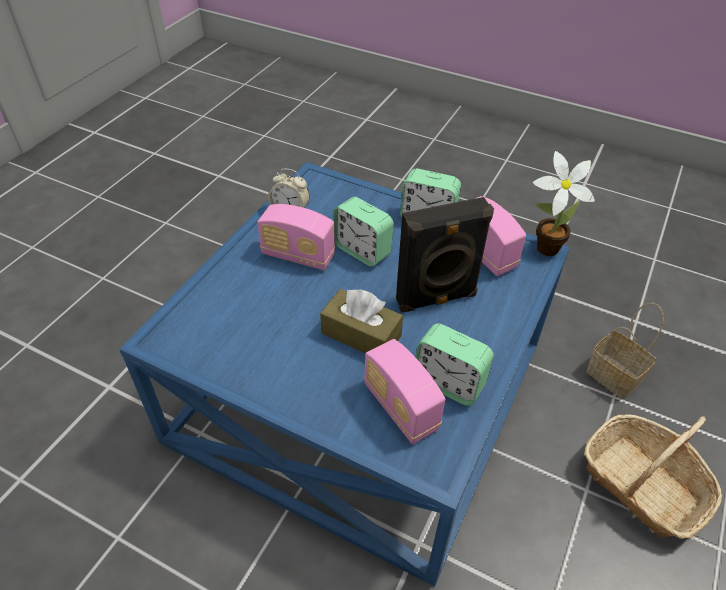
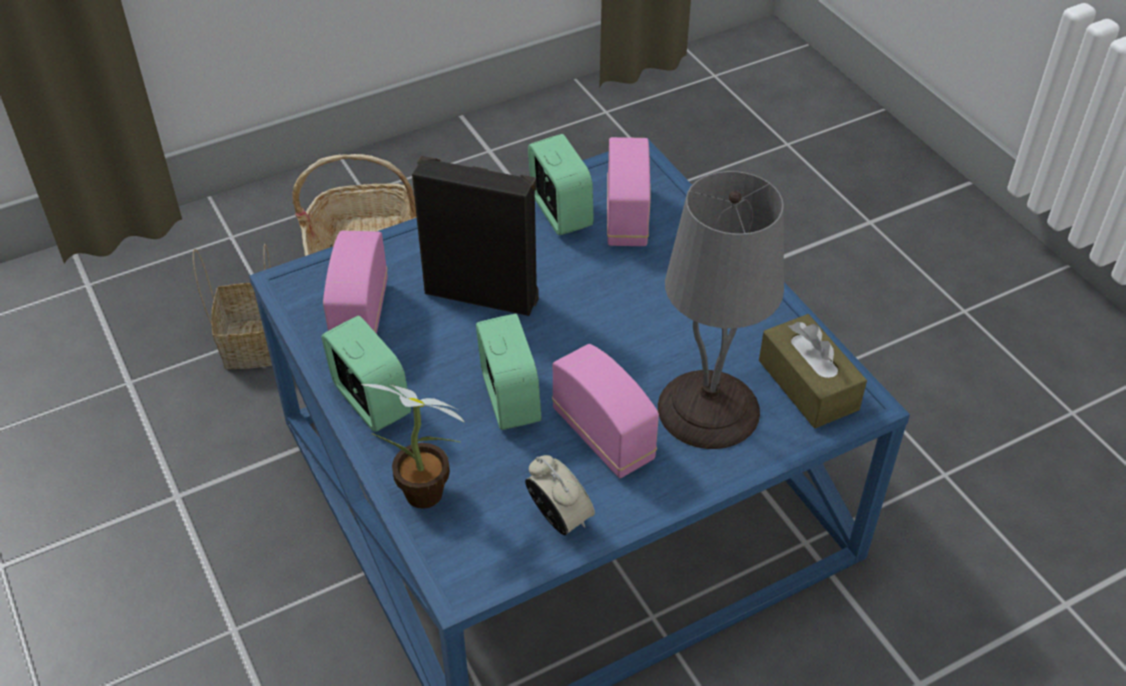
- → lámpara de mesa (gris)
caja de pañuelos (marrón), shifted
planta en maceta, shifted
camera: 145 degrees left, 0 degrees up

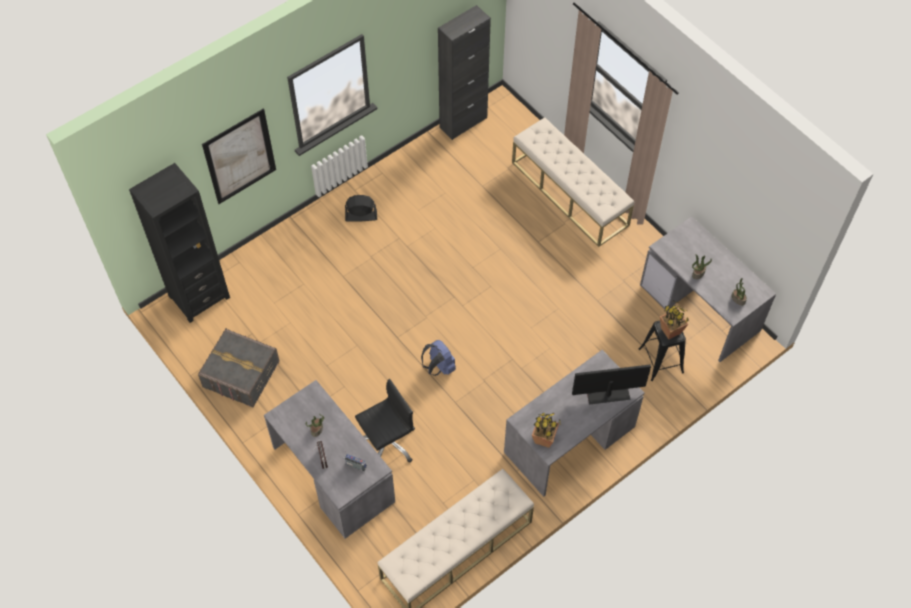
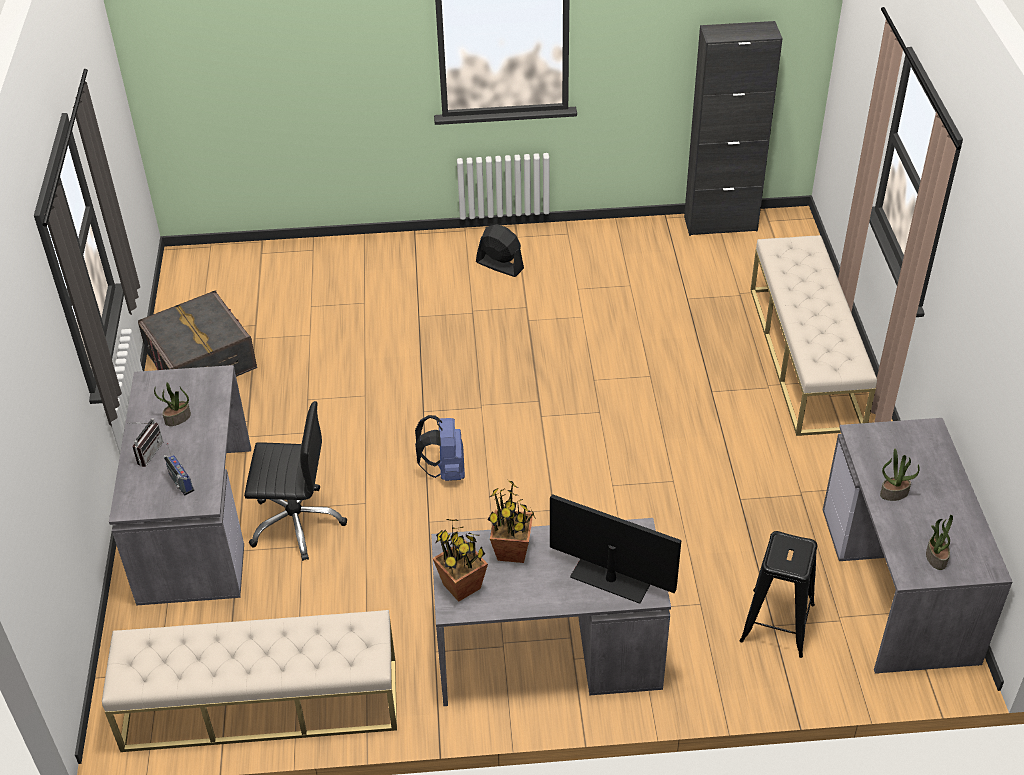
estantería (negro) → -
cuadro → -
planta en maceta (no. 3 from left), shifted
camera: 35 degrees right, 15 degrees down

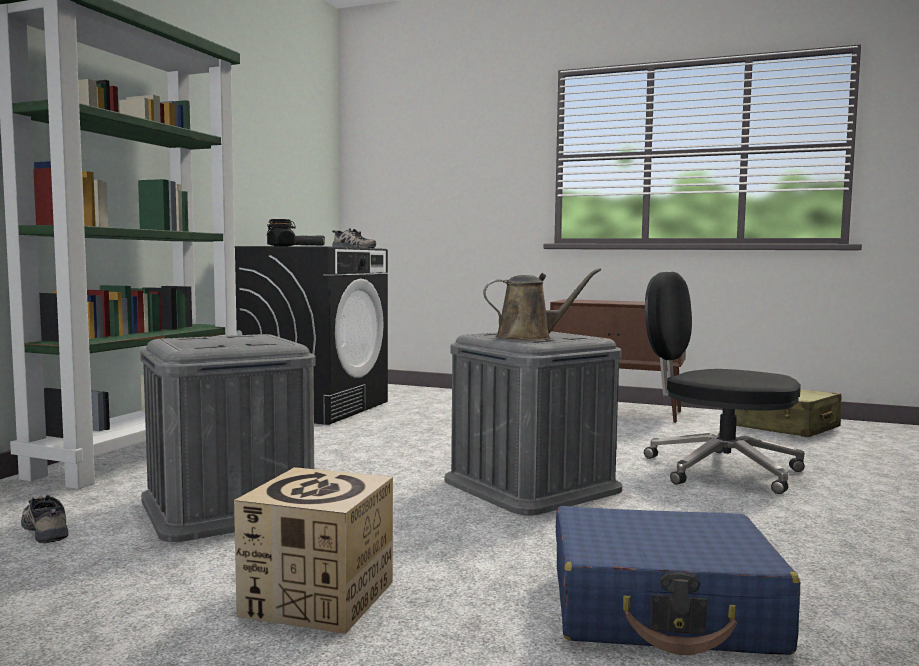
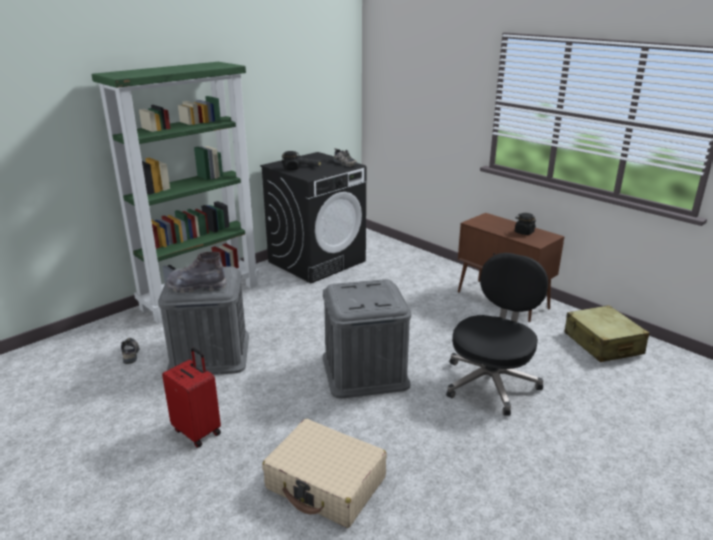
regadera (marrón) → -
- → bota (gris)
- → tarro (negro) (no. 2 from left)
caja de cartón → maleta (rojo)
maleta (azul) → maleta (beis) (no. 1 from left)
silla de oficina (negro), 60 degrees clockwise
camera: 25 degrees right, 20 degrees up

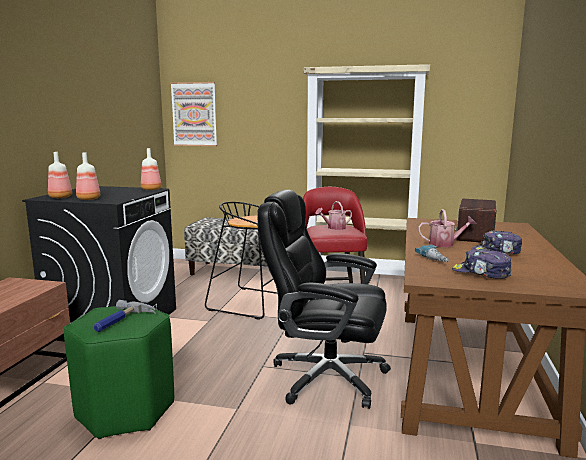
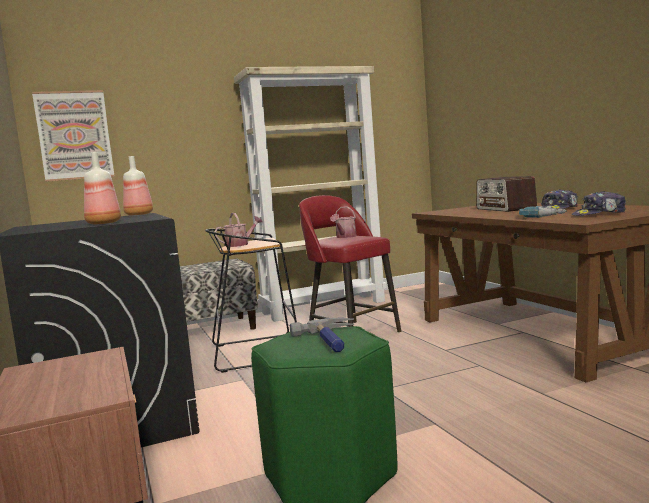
botella (no. 1 from left) → -
silla de oficina (negro) → -
regadera (no. 2 from left in the first image) → regadera (no. 1 from left), shifted
camera: 35 degrees left, 5 degrees down

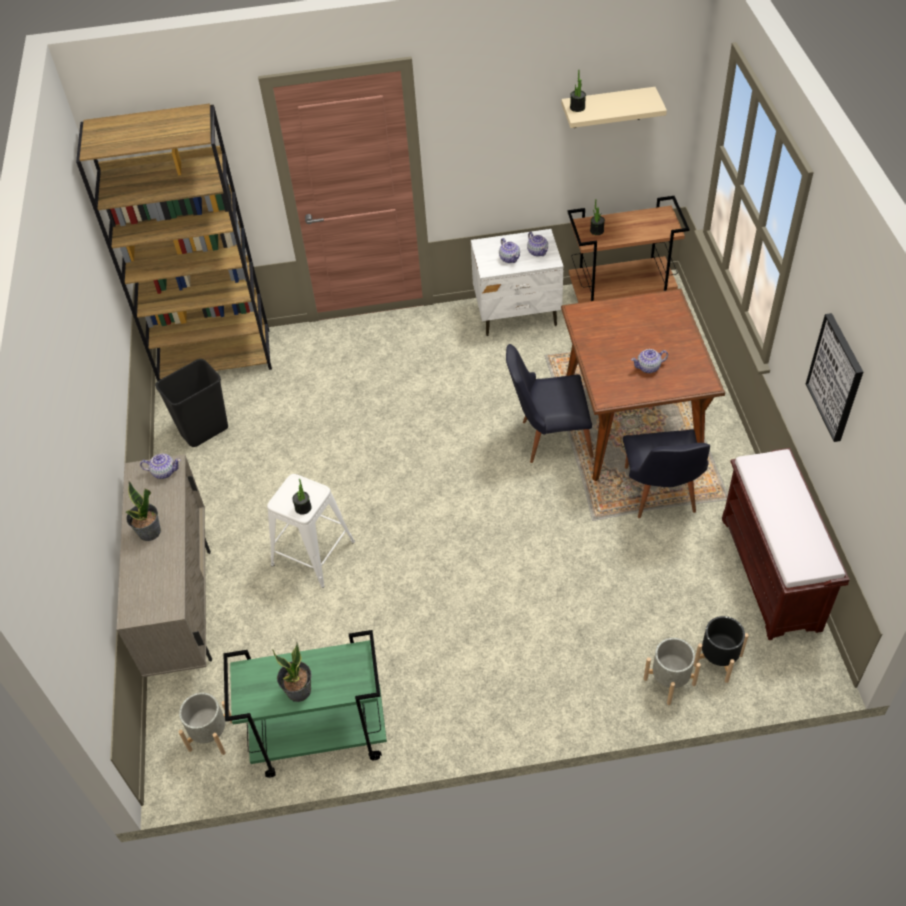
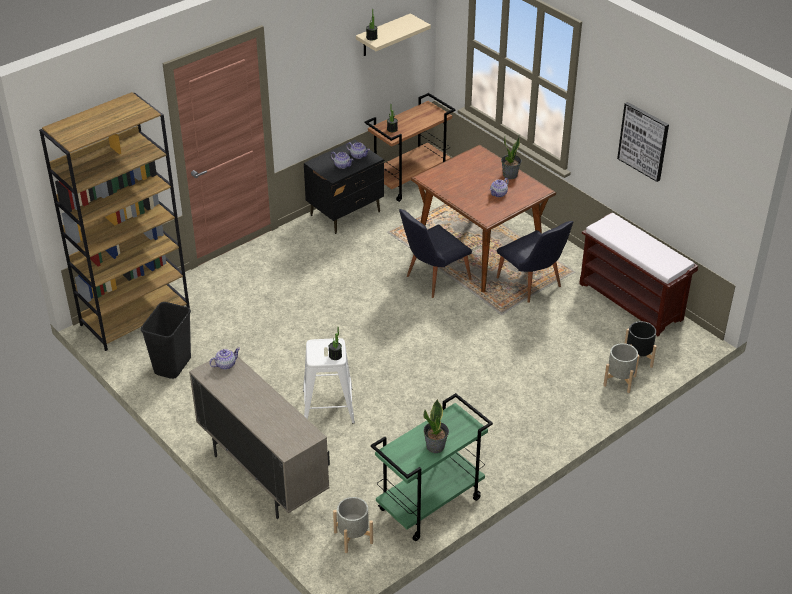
planta en maceta (no. 1 from left in the first image) → planta en maceta (no. 5 from left), shifted
mesita de noche (blanco) → mesita de noche (negro)
camera: 35 degrees left, 10 degrees down

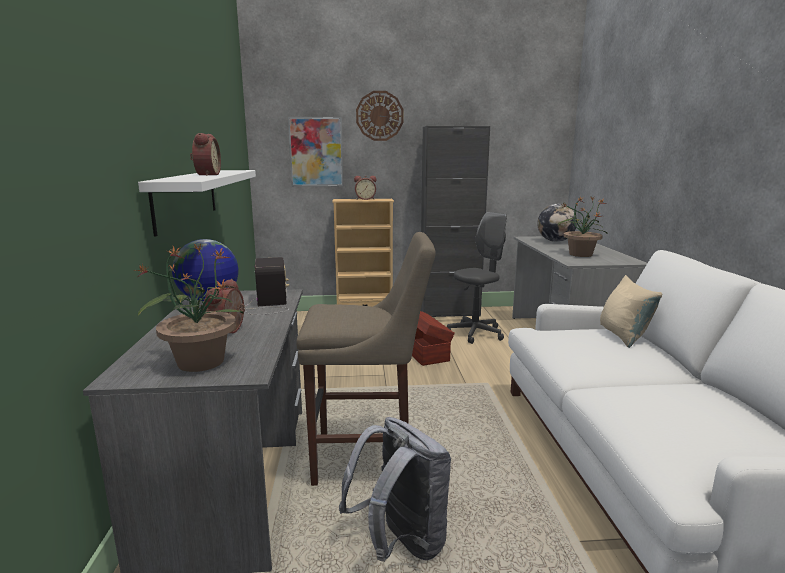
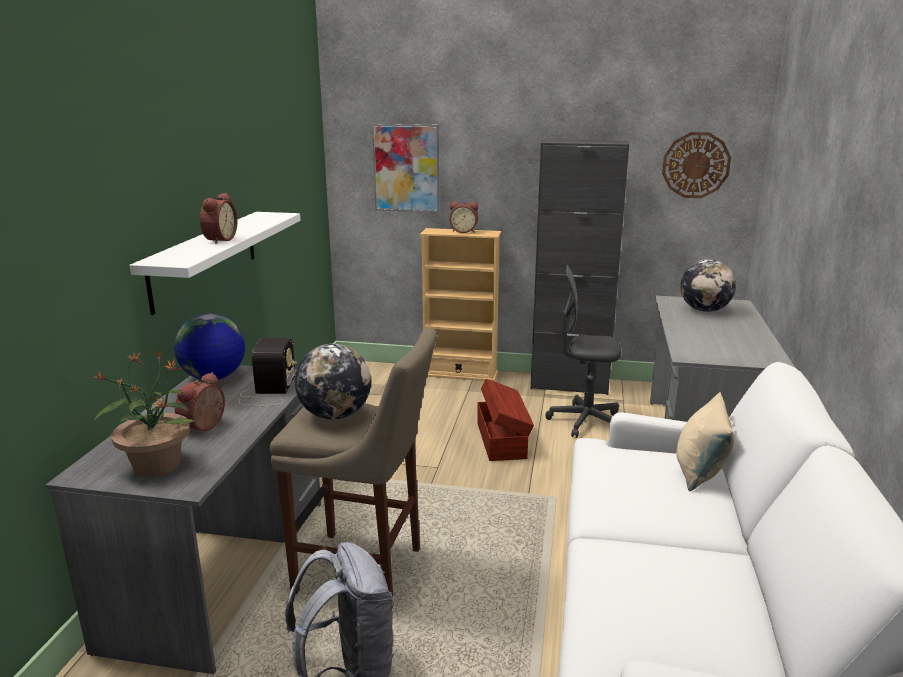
planta en maceta (no. 2 from left) → -
- → globo terráqueo (no. 2 from left)
reloj de pared, shifted
silla de oficina (gris), 150 degrees counterclockwise
camera: 15 degrees right, 5 degrees up

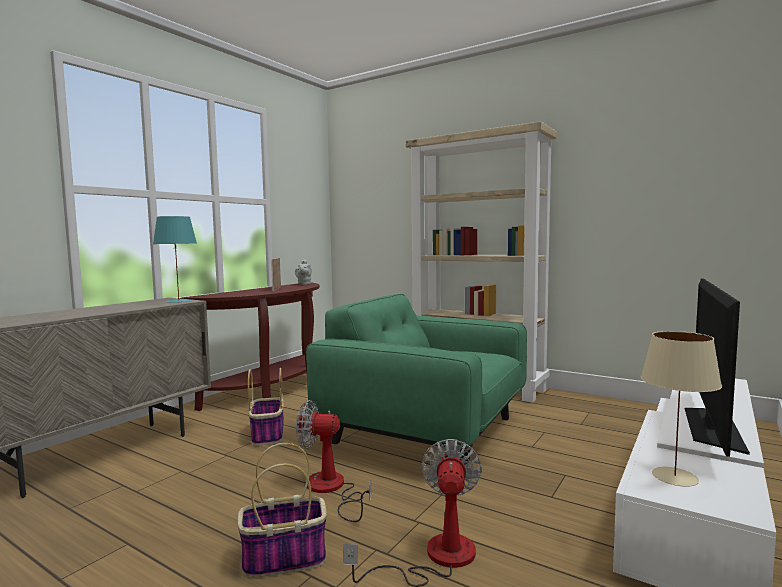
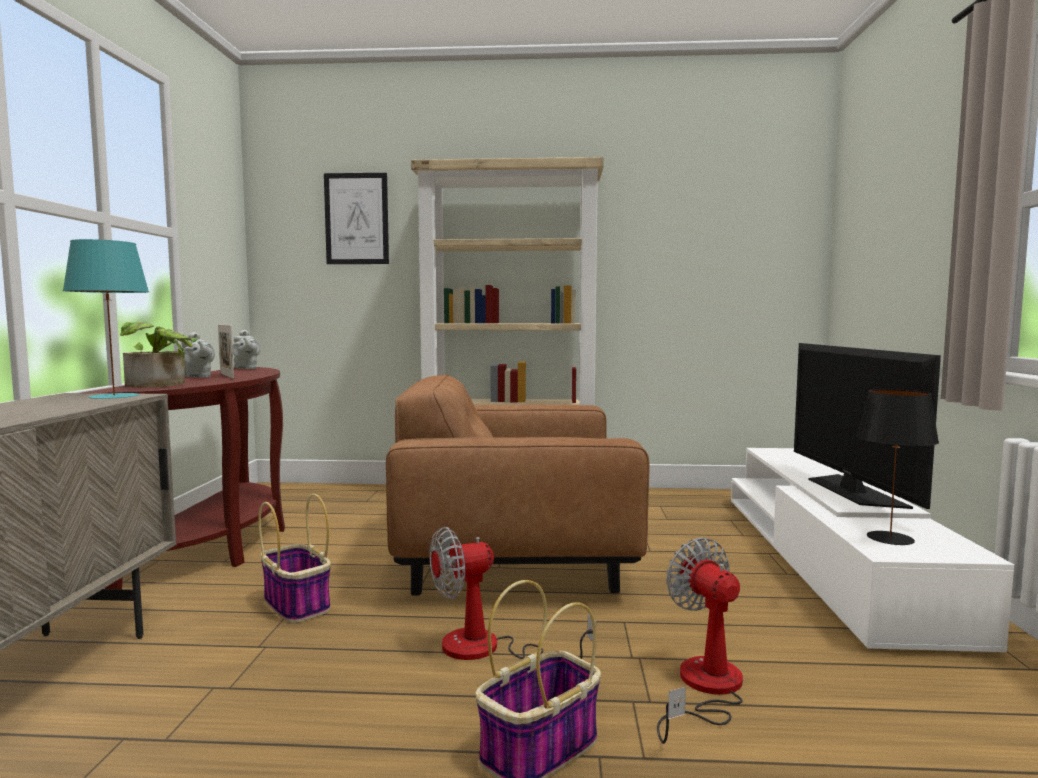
- → planta en maceta
- → tetera (gris) (no. 1 from left)
- → cuadro
sillón (verde) → sillón (marrón)
lámpara de mesa (beis) → lámpara de mesa (negro)
camera: 30 degrees left, 0 degrees up

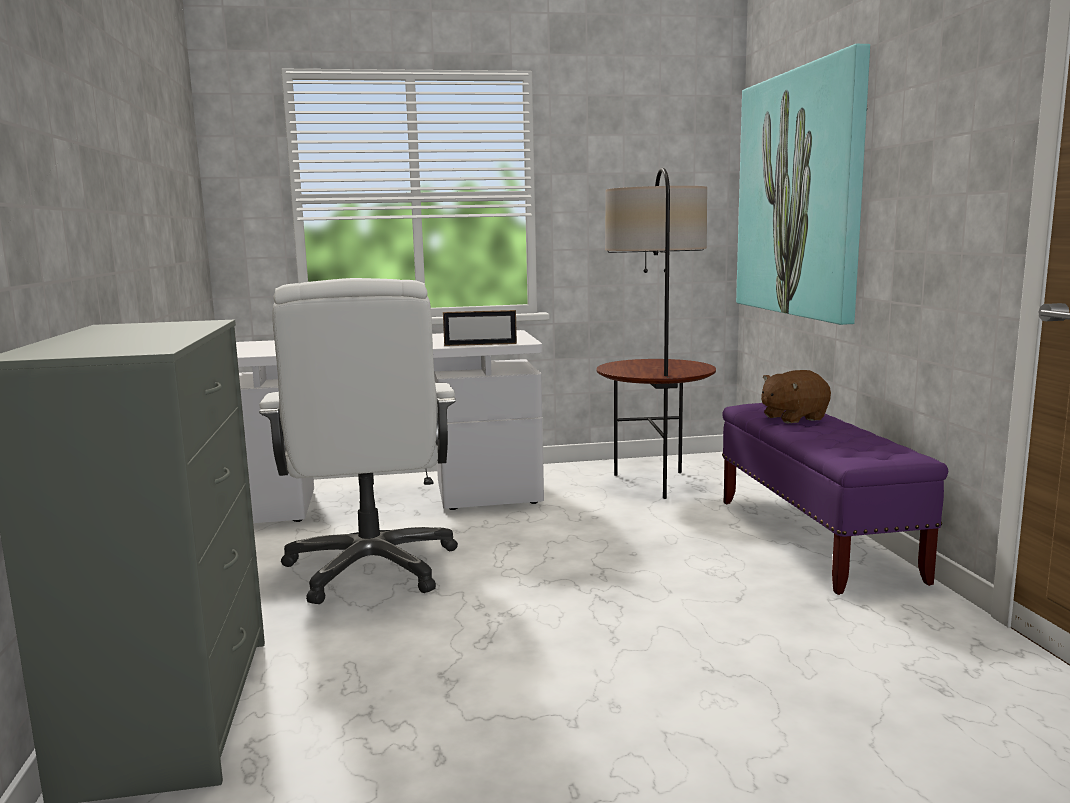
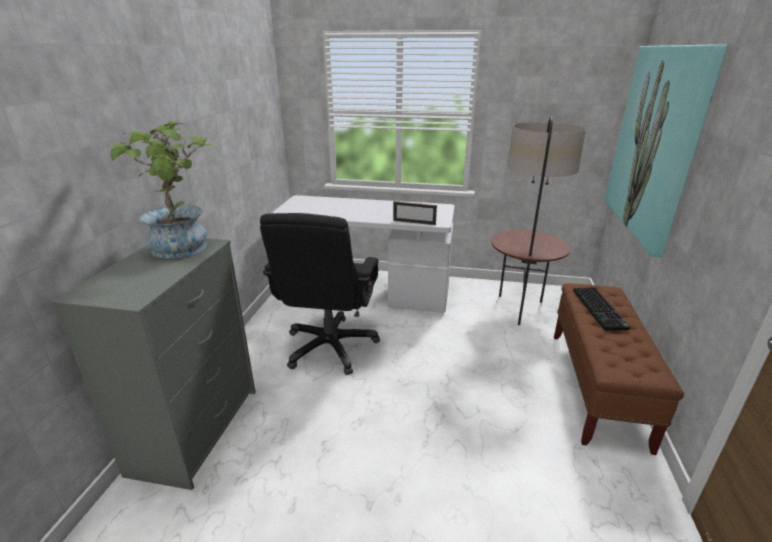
- → planta en maceta
peluche (marrón) → teclado
silla de oficina (blanco) → silla de oficina (negro)
banco (morado) → banco (marrón)
camera: 20 degrees right, 15 degrees up

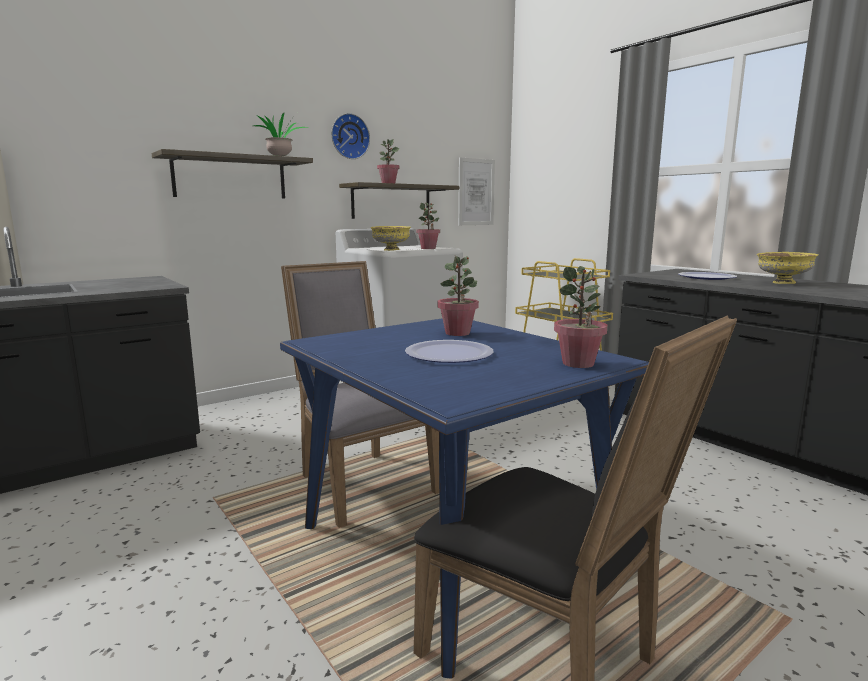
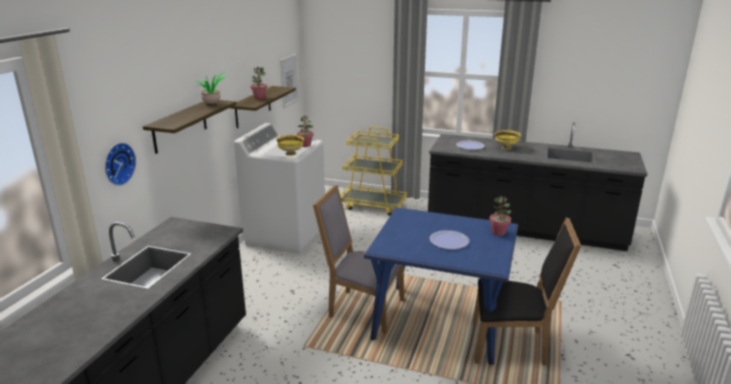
planta en maceta (no. 4 from left) → -
reloj de pared, shifted
camera: 35 degrees left, 10 degrees up

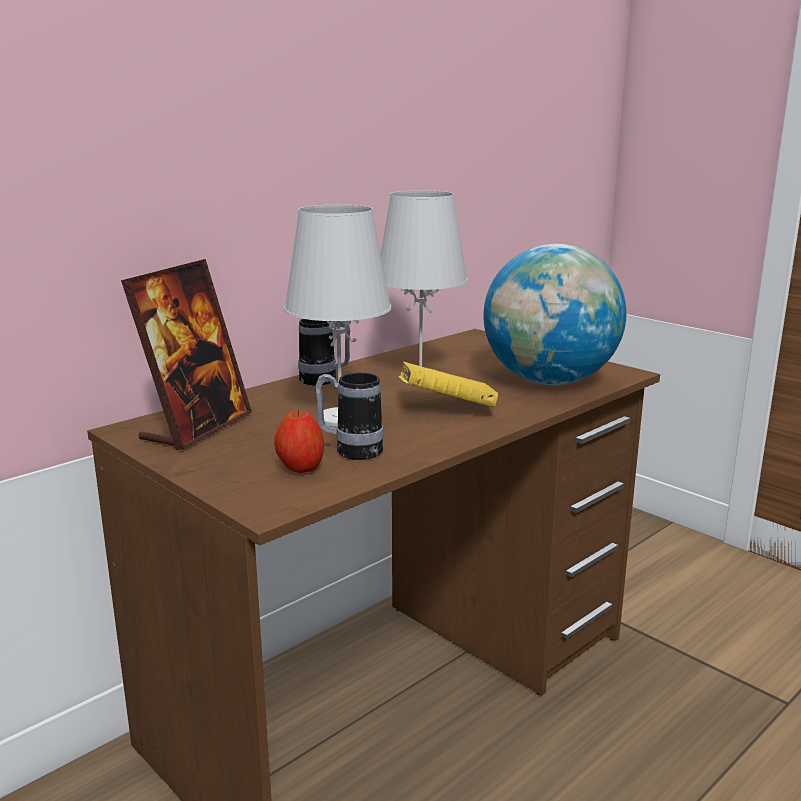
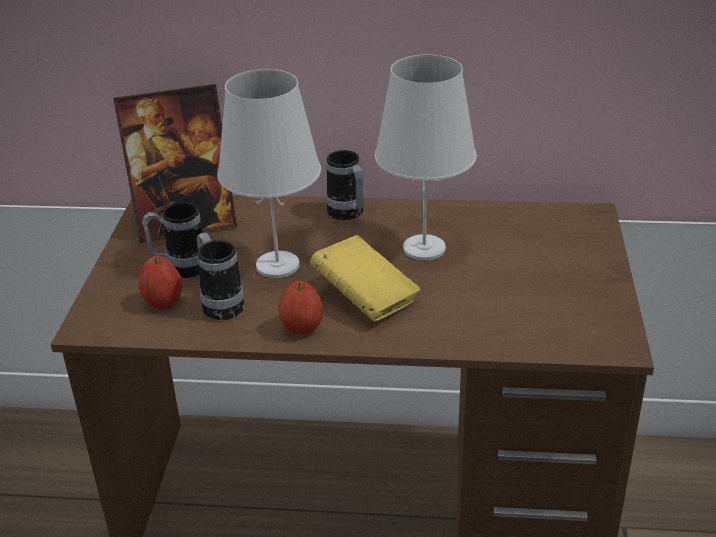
globo terráqueo → -
- → taza grande (no. 1 from left)
- → manzana (no. 2 from left)
camera: 50 degrees right, 15 degrees up

